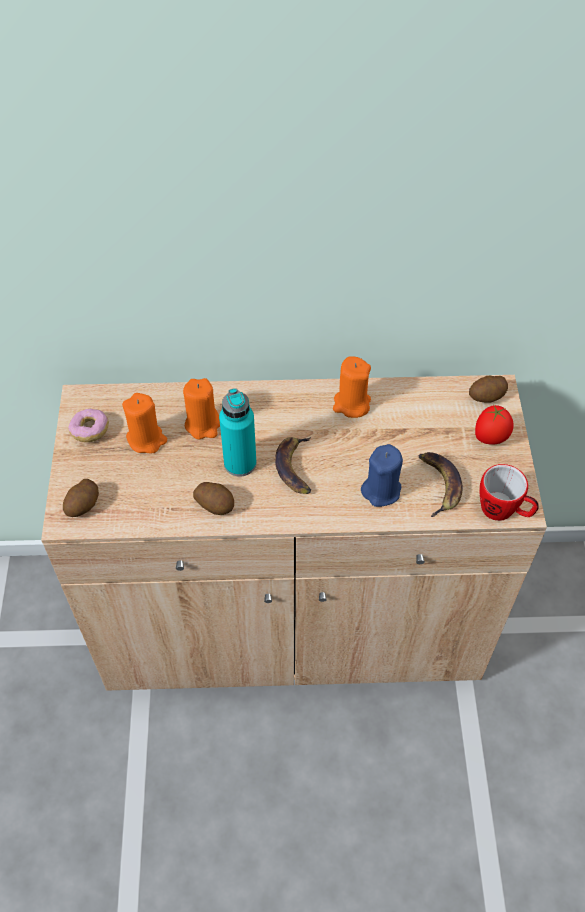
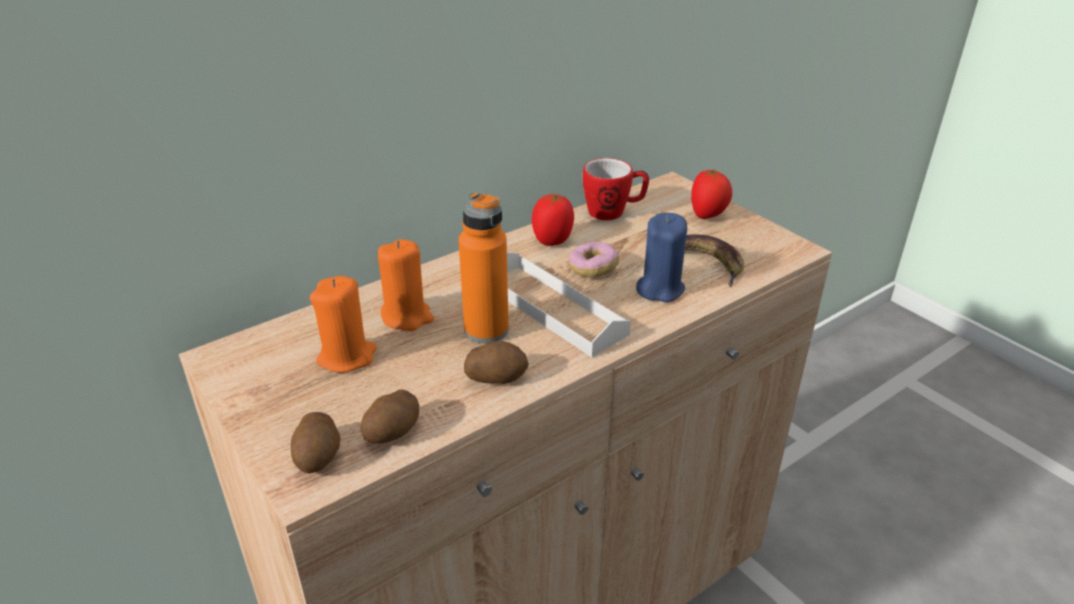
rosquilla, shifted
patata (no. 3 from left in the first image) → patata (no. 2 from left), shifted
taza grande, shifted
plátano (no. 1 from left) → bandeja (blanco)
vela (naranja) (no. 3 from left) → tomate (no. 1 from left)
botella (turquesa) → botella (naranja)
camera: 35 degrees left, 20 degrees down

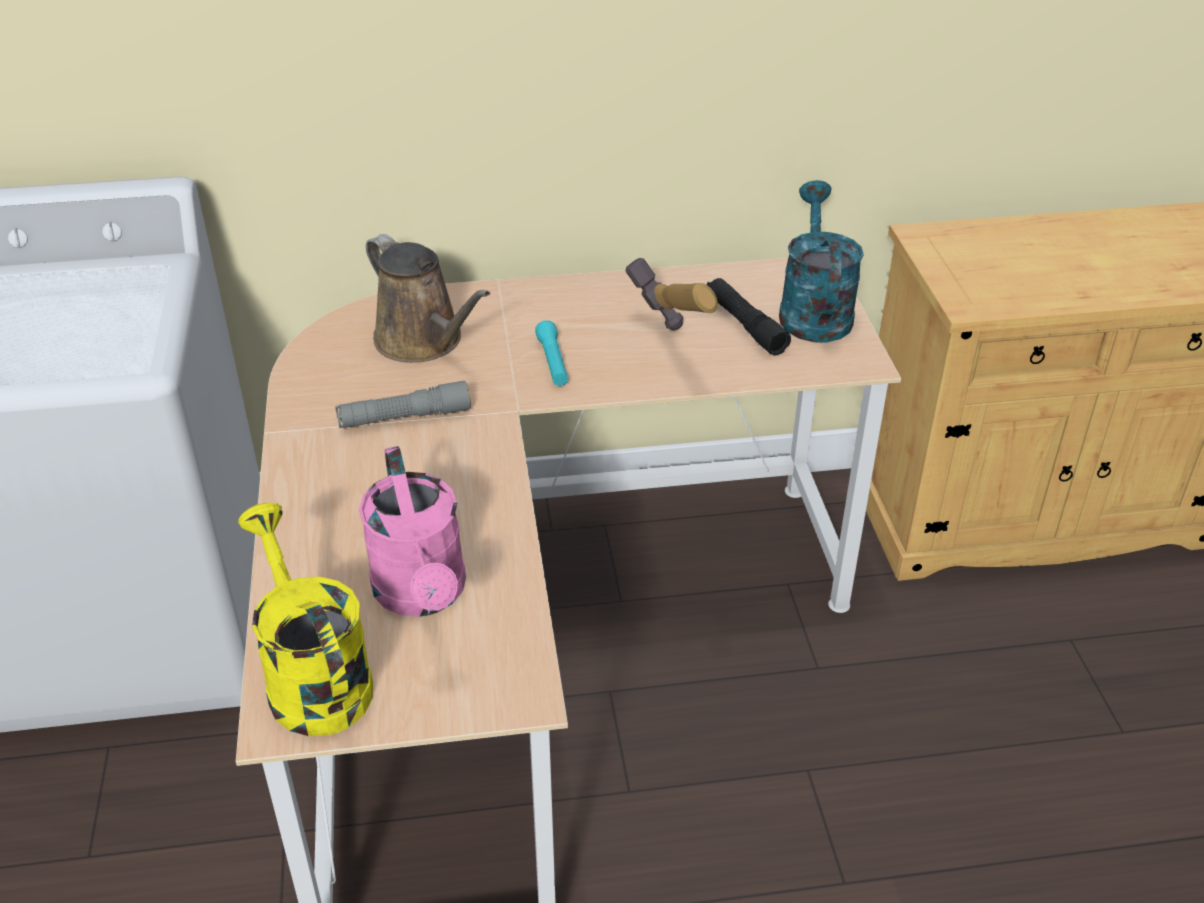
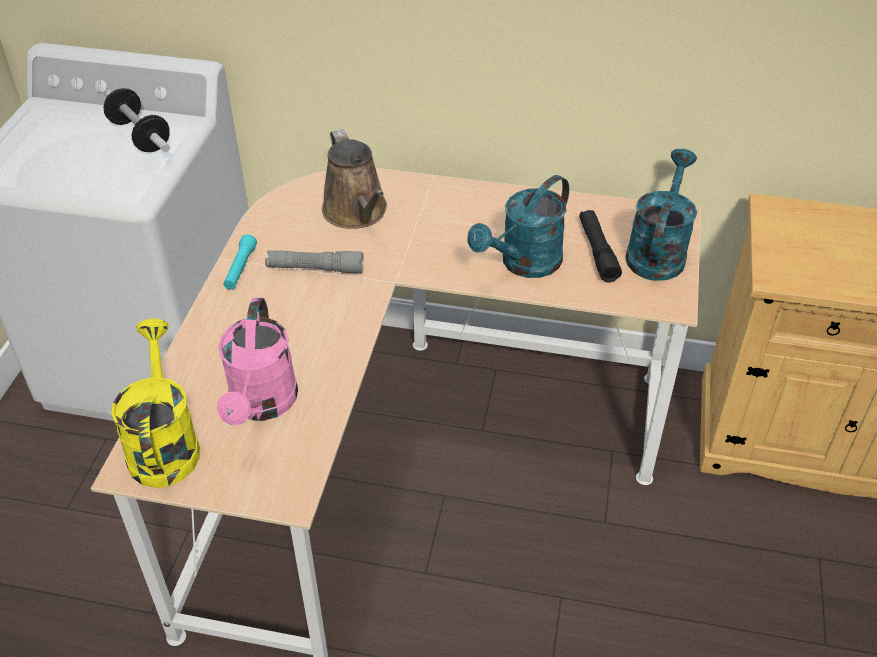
- → mancuerna
linterna (turquesa), shifted
martillo → regadera (turquesa) (no. 1 from left)
camera: 20 degrees right, 5 degrees up

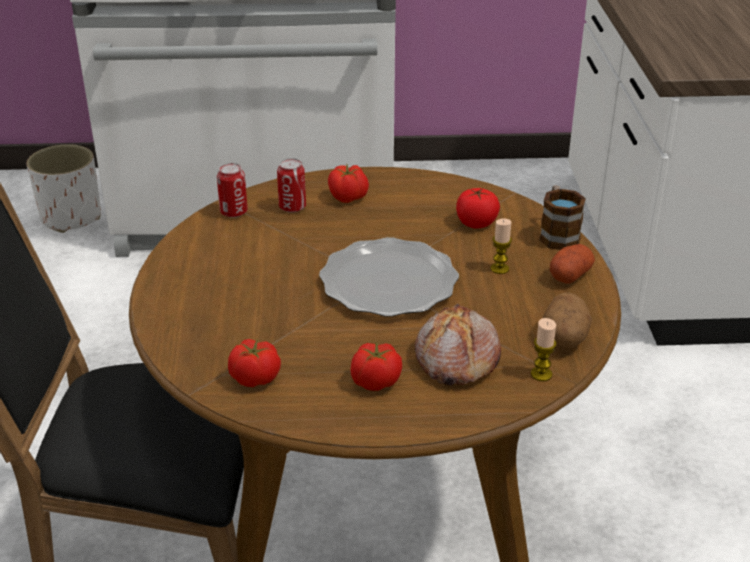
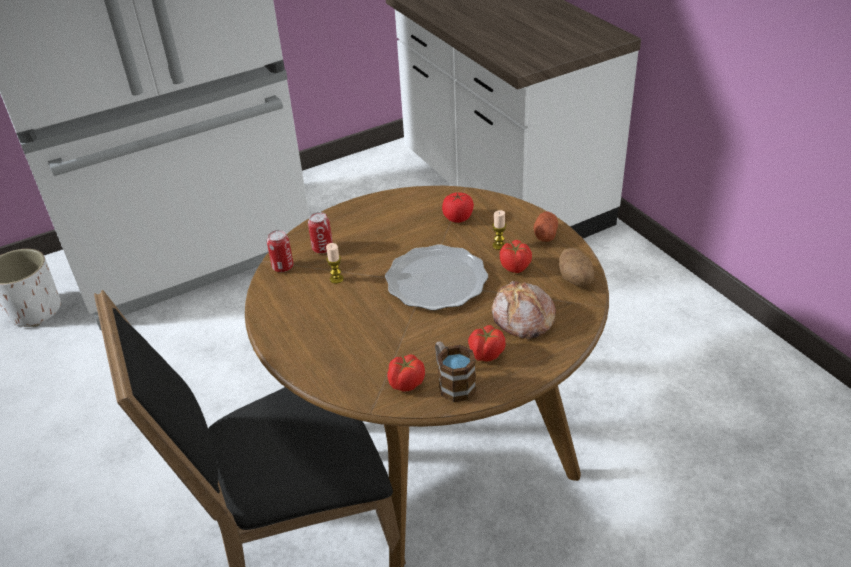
tomate (no. 2 from left in the first image) → tomate (no. 4 from left), shifted
vela (no. 2 from left in the first image) → vela (no. 1 from left), shifted
taza grande, shifted
camera: 25 degrees left, 5 degrees up

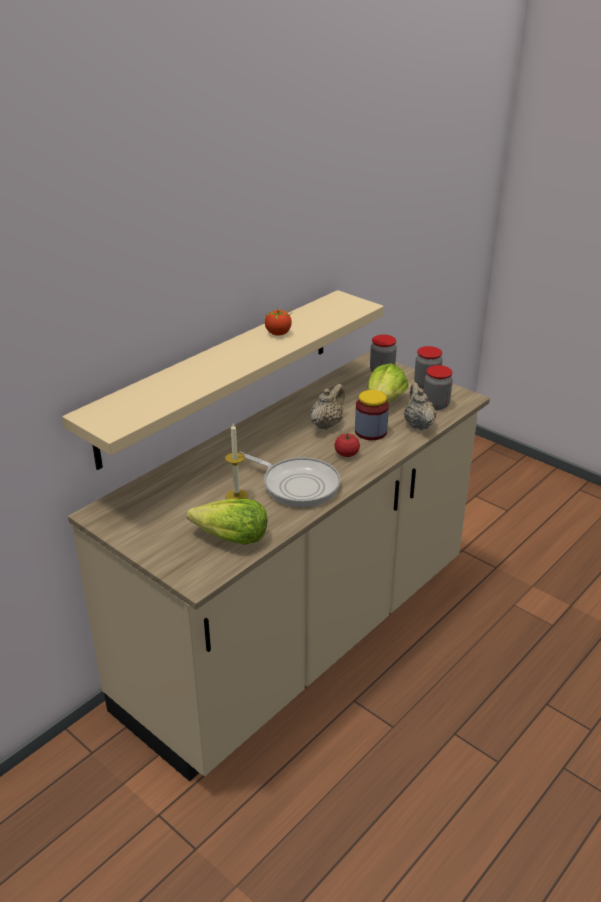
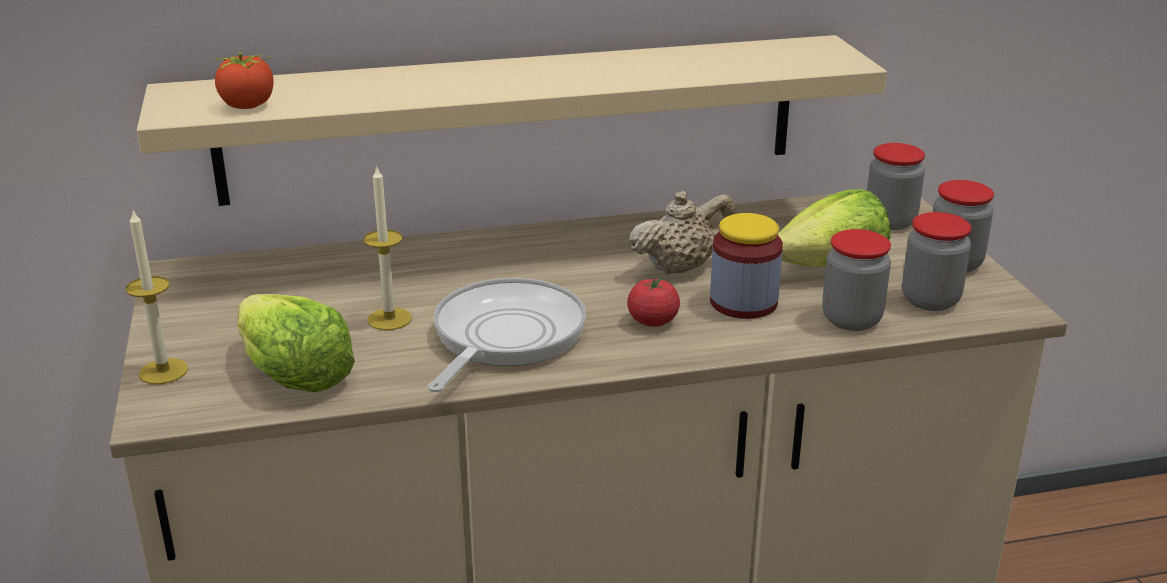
- → vela (no. 1 from left)
tomate (no. 1 from left), shifted
tetera (beis) (no. 2 from left) → tarro (no. 2 from left)
sartén, 135 degrees counterclockwise
camera: 35 degrees right, 5 degrees down

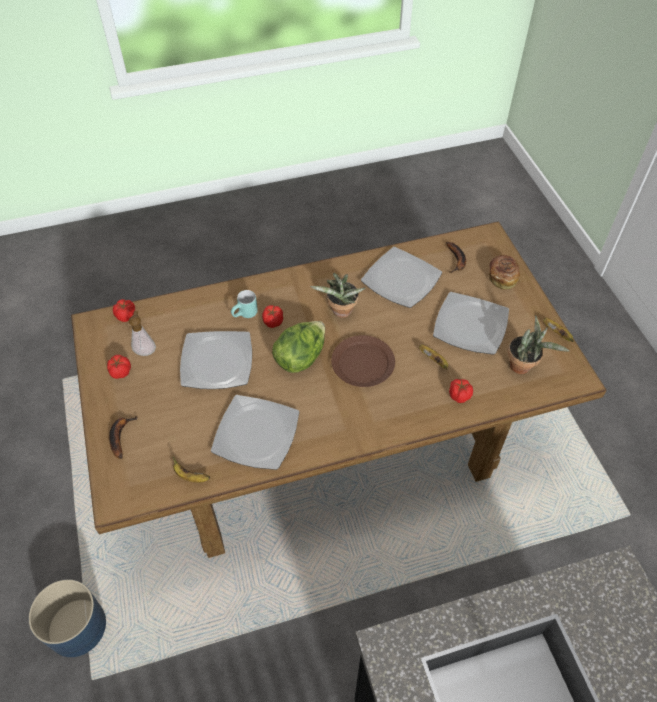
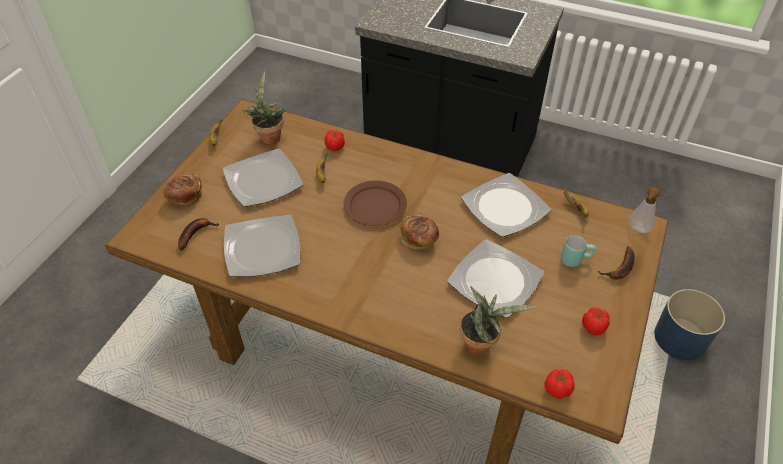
tomate (no. 3 from left) → -
dispensador de jabón, shifted
taza grande (turquesa), shifted
planta en maceta (no. 1 from left in the first image) → planta en maceta (no. 2 from left), shifted
lechuga → pan (no. 2 from left)
camera: 140 degrees left, 5 degrees down

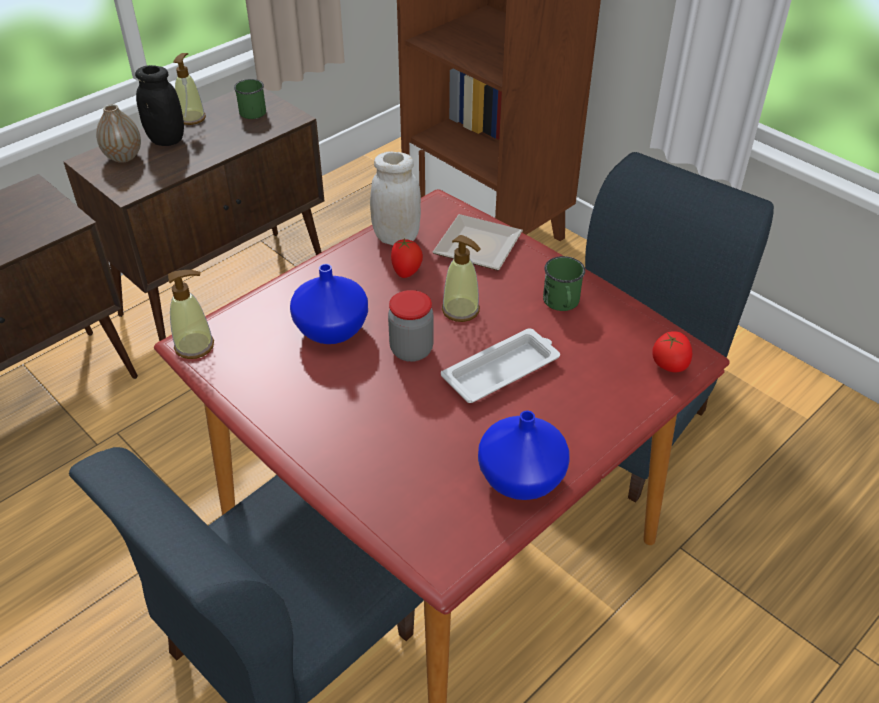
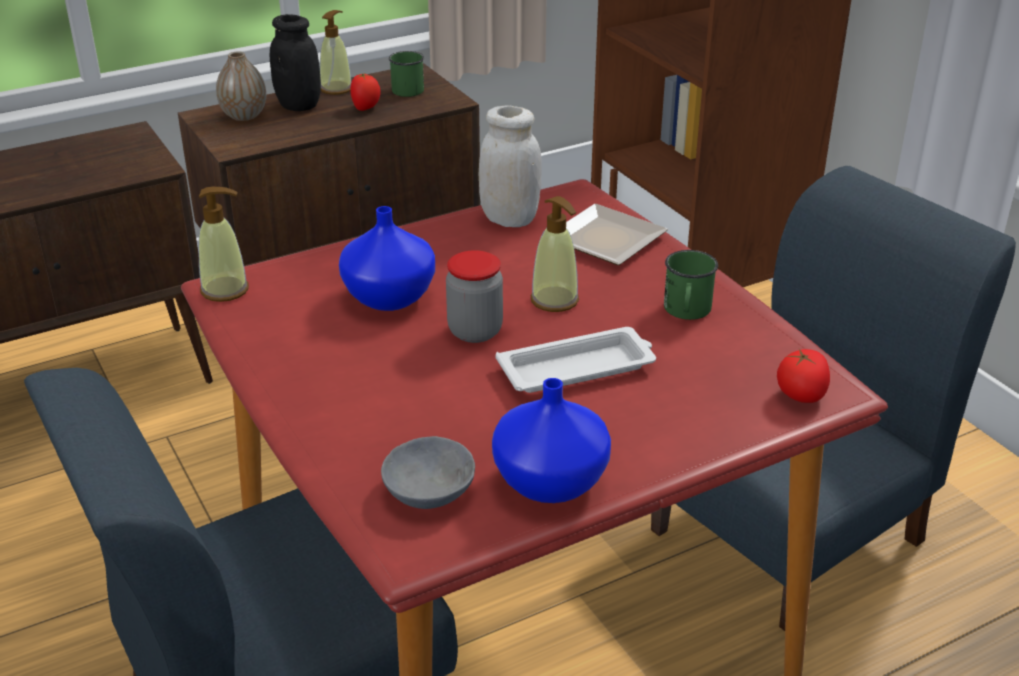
- → cuenco (gris)
tomate (no. 1 from left), shifted
camera: 15 degrees right, 10 degrees down

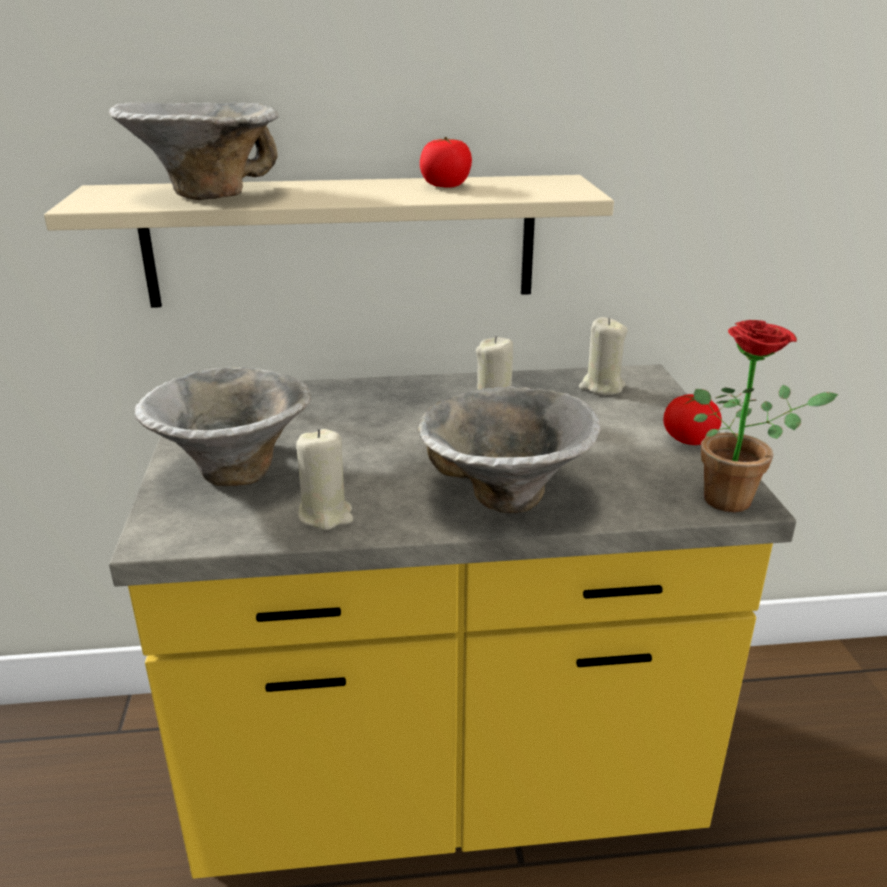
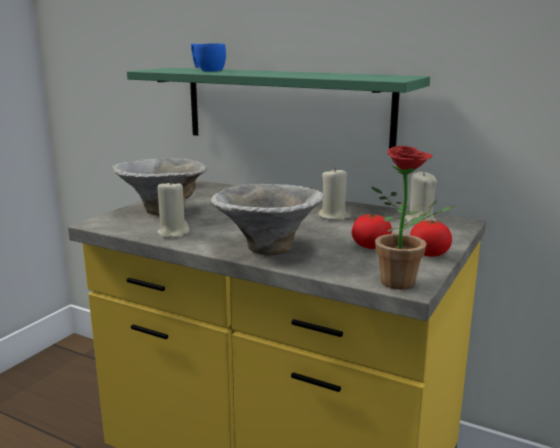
tomate (no. 1 from left), shifted
cuenco (no. 1 from left) → taza (azul)
estante (beis) → estante (verde)
camera: 35 degrees right, 10 degrees down

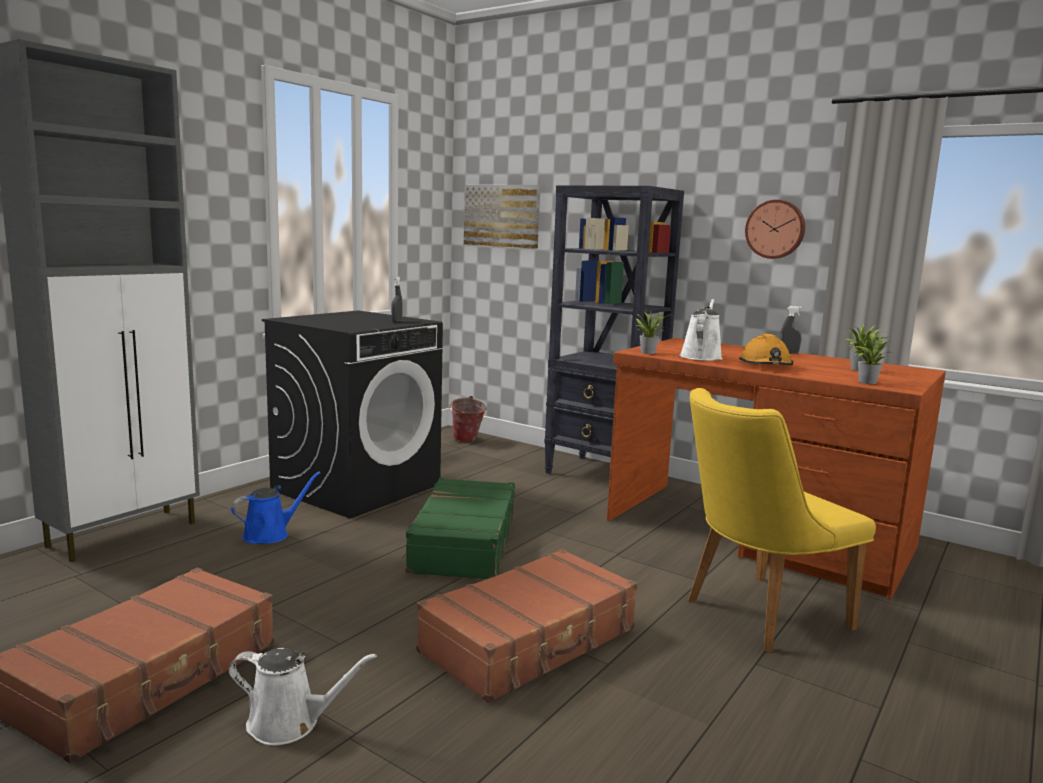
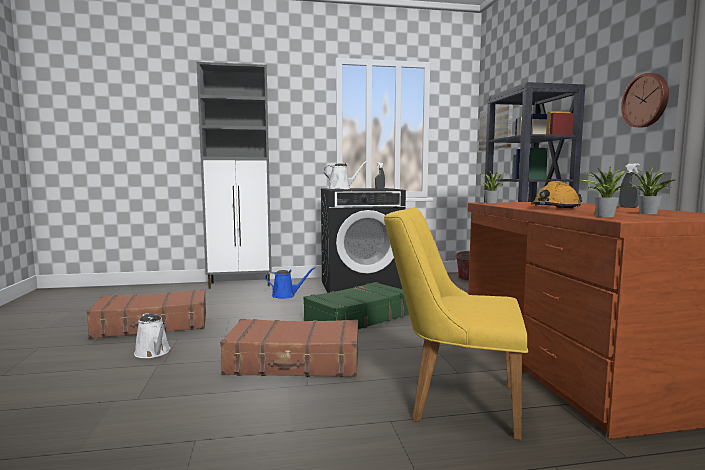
regadera (blanco) (no. 2 from left), shifted
camera: 45 degrees right, 5 degrees down

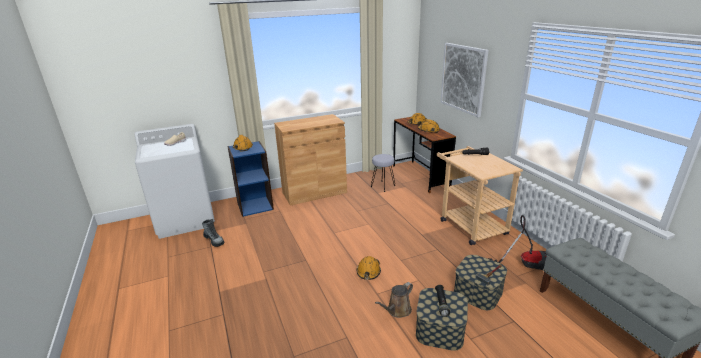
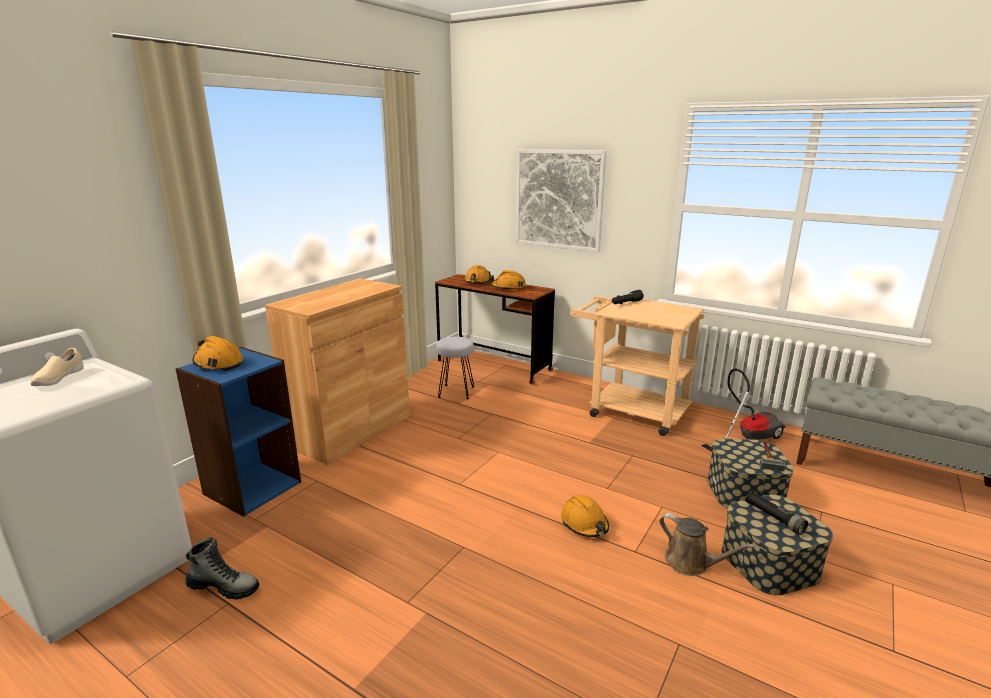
regadera (marrón), 60 degrees counterclockwise
camera: 35 degrees left, 5 degrees down

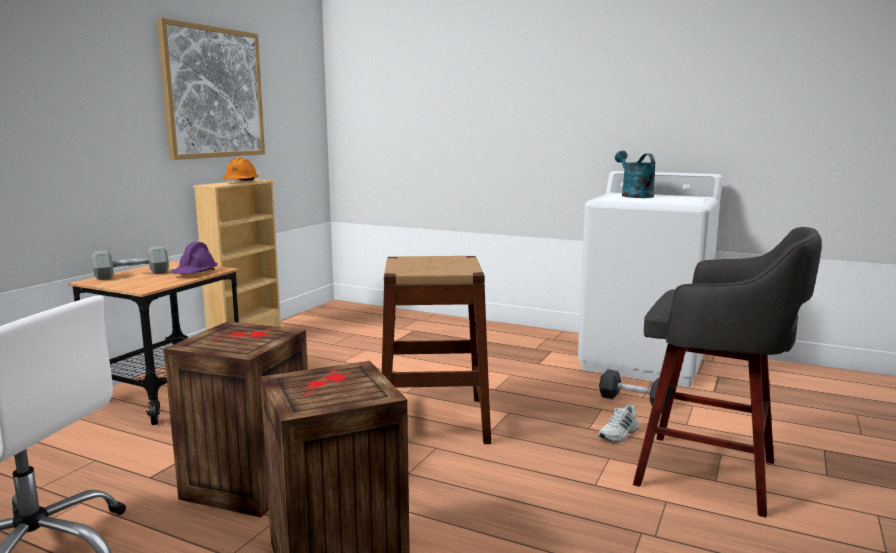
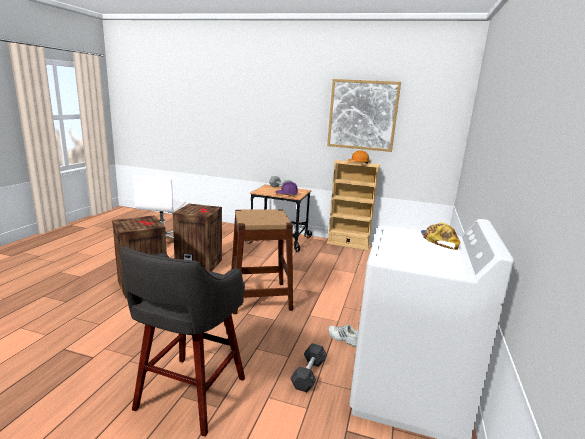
zapato (blanco), shifted
regadera (turquesa) → gorra
camera: 80 degrees right, 5 degrees up

